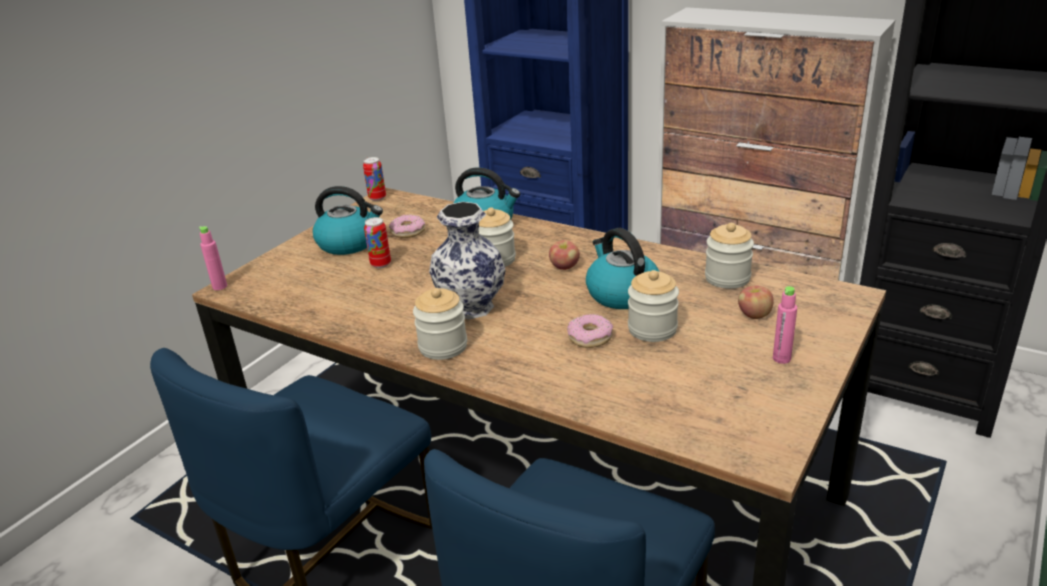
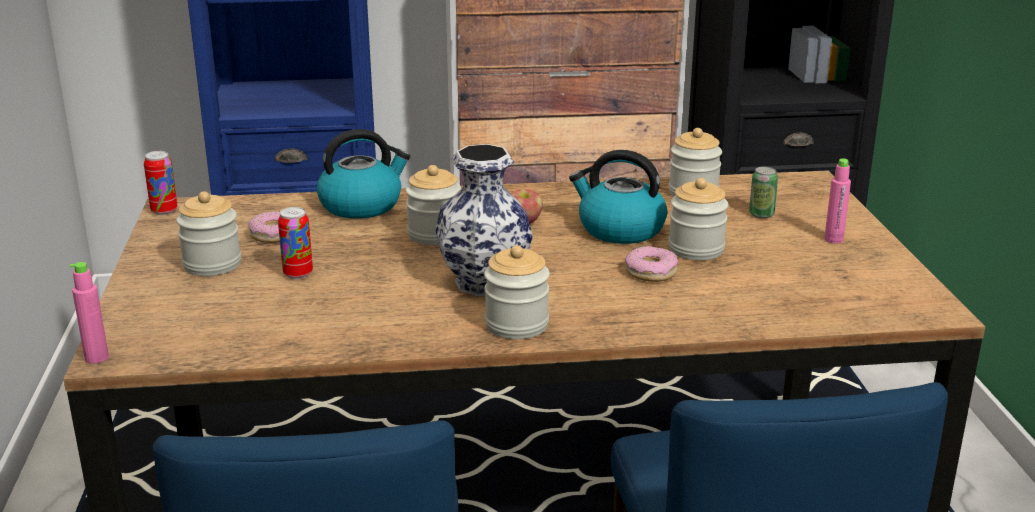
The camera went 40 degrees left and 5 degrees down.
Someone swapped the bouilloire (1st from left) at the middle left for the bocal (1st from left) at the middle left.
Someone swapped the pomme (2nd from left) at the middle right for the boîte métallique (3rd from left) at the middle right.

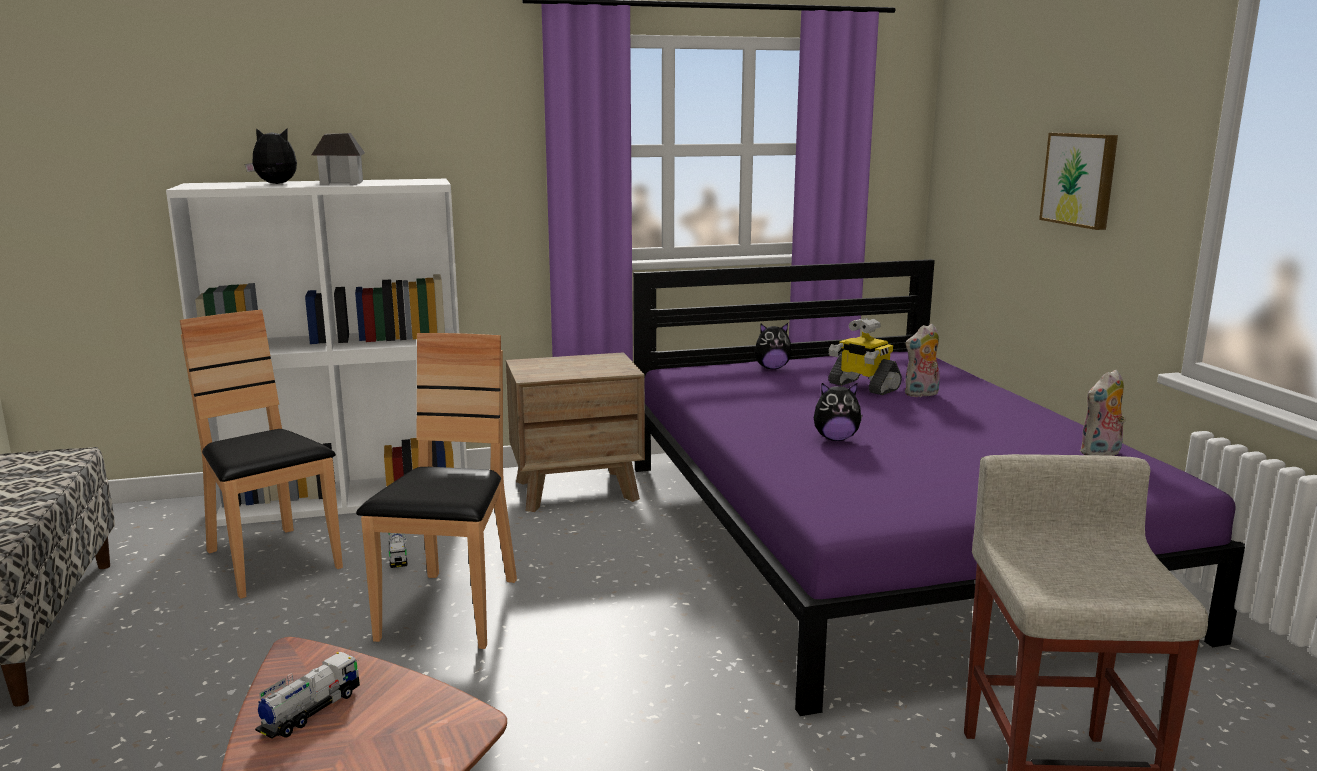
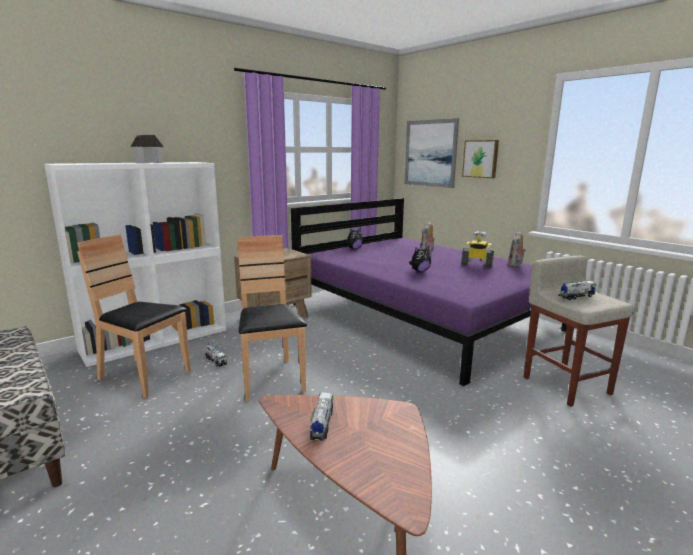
The camera went 25 degrees left and 0 degrees up.
Someone took away the peluche (1st from left) at the top left.
Someone put up the tableau (1st from left) at the top centre.
Someone put down the camion jouet (3rd from left) at the middle right.
Someone carried the robot jouet from the centre to the middle right.

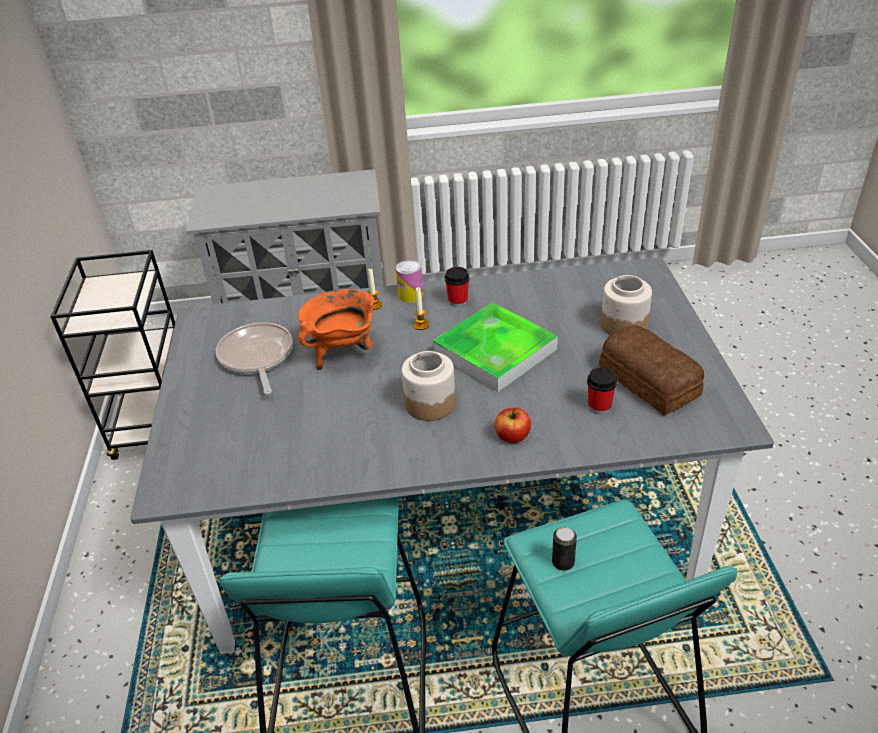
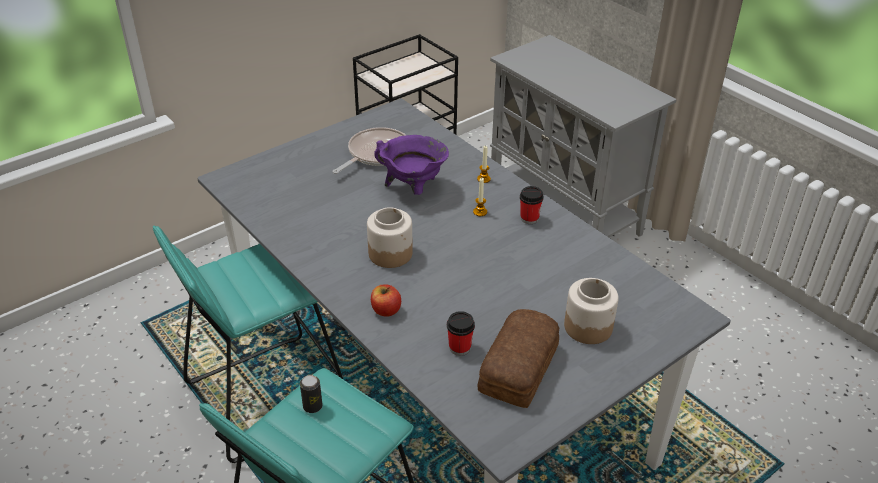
The camera went 55 degrees right and 0 degrees up.
Someone took away the boîte métallique (1st from left) at the centre.
Someone took away the plateau at the centre.
Someone repainted the marmite [orange] at the centre, which became the marmite [violet] at the centre.

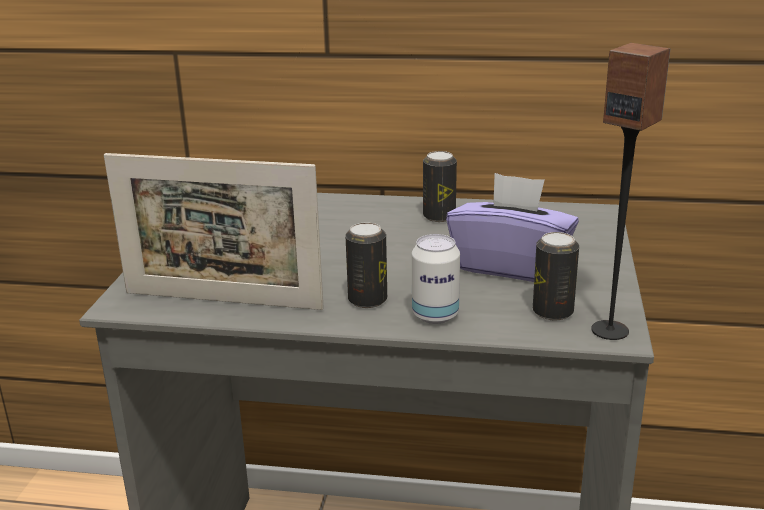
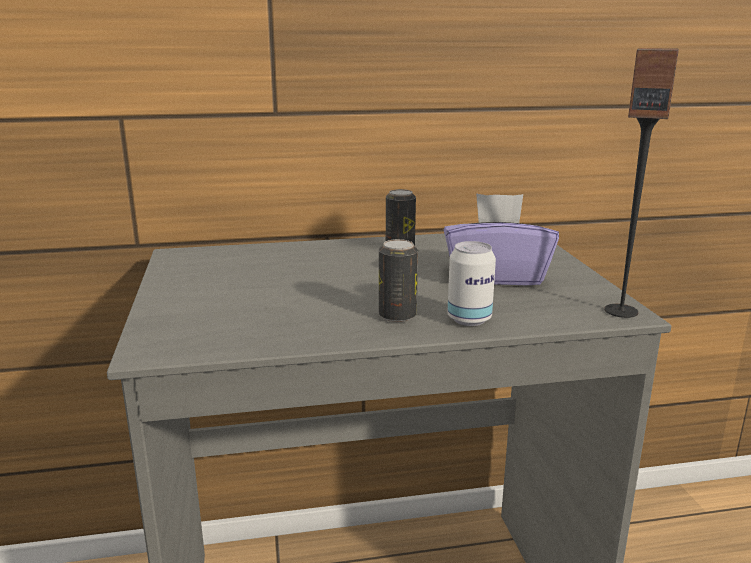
The camera went 20 degrees left and 5 degrees down.
Someone took away the cadre photo at the middle left.
Someone took away the boîte métallique (4th from left) at the middle right.

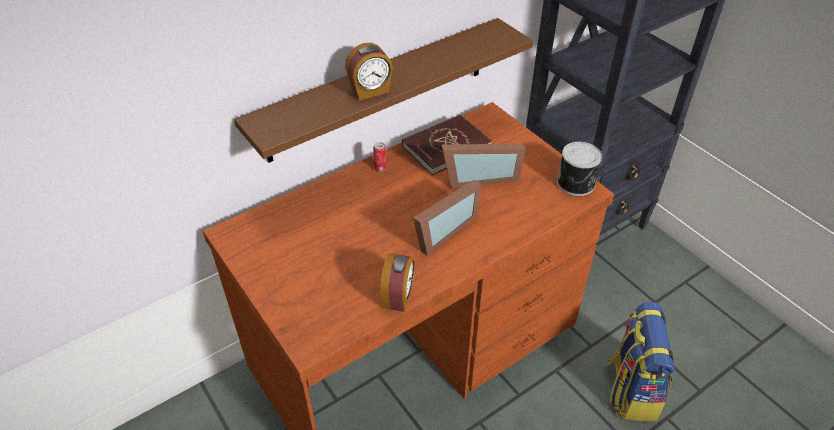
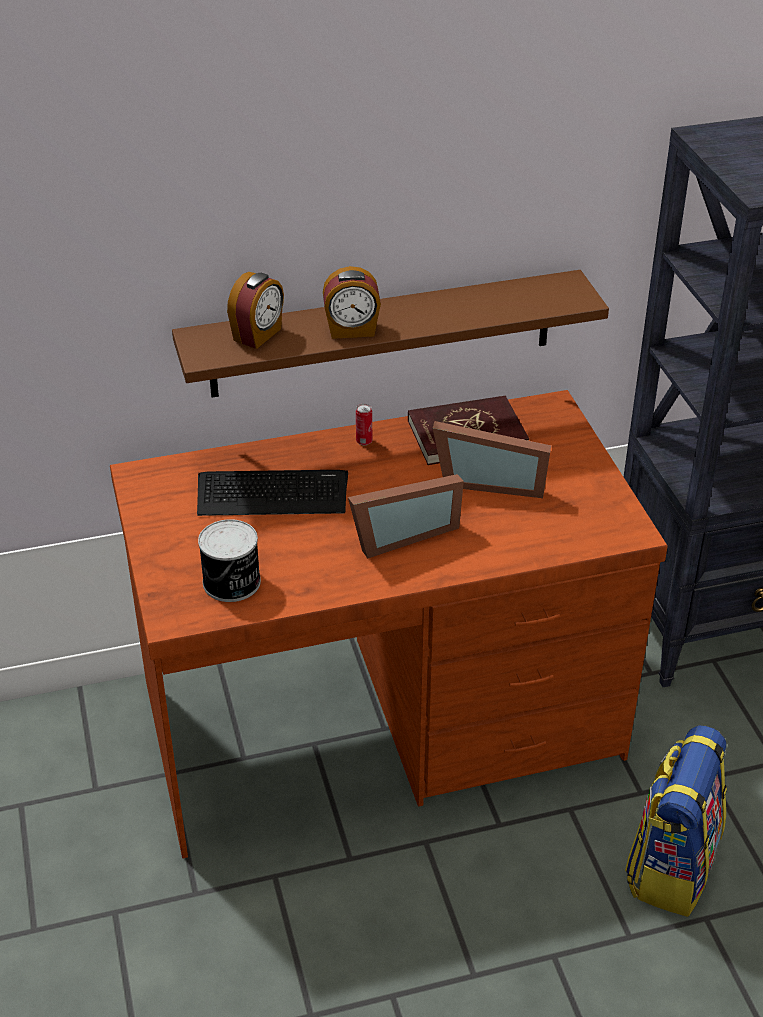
The camera went 20 degrees right and 5 degrees down.
Someone put down the clavier at the centre.
Someone carried the réveil (2nd from left in the first image) from the centre to the top centre.
Someone carried the boîte métallique (2nd from left in the first image) from the middle right to the middle left.

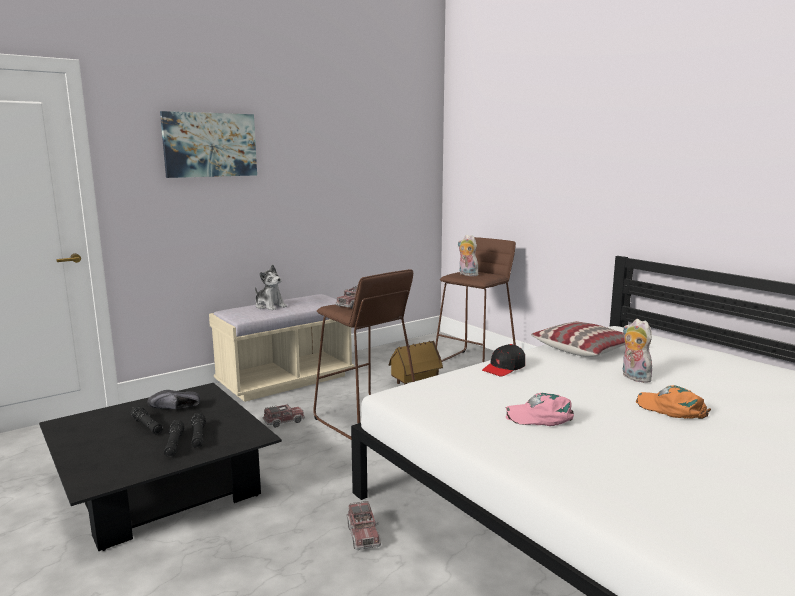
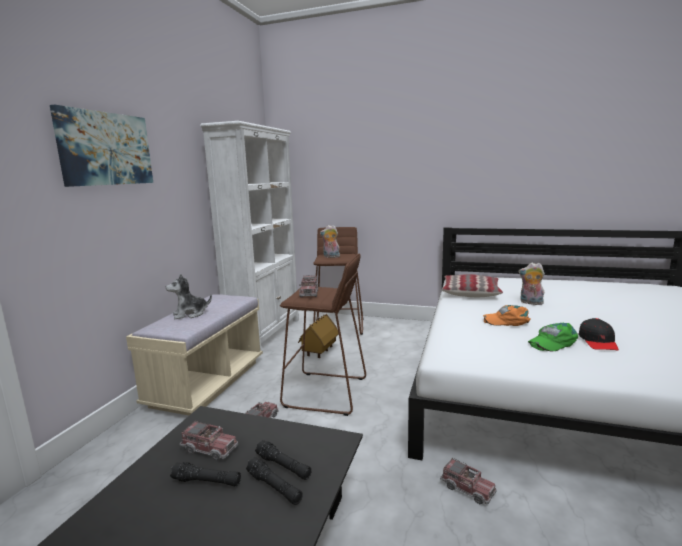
The camera went 35 degrees left and 0 degrees up.
Someone put down the bibliothèque [blanc] at the centre.
Someone carried the casquette [noir] from the centre to the middle right.
Someone carried the casquette [orange] from the bottom right to the middle right.
Someone swapped the chaussure [noir] at the bottom left for the camion jouet (1st from left) at the bottom left.
Someone repainted the casquette [rose] at the bottom right, which became the casquette [vert] at the middle right.
Someone rotated the peluche (1st from left) at the centre by 150 degrees clockwise.

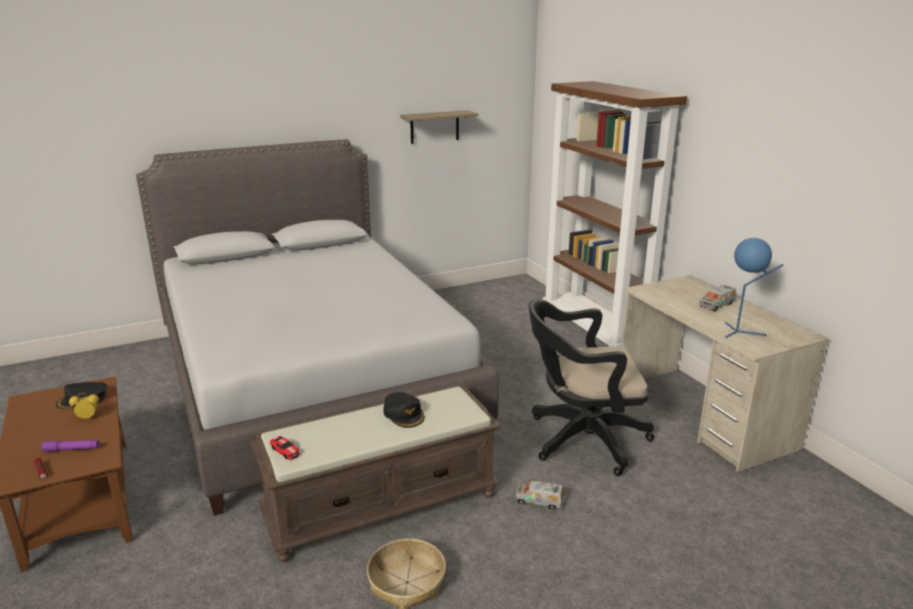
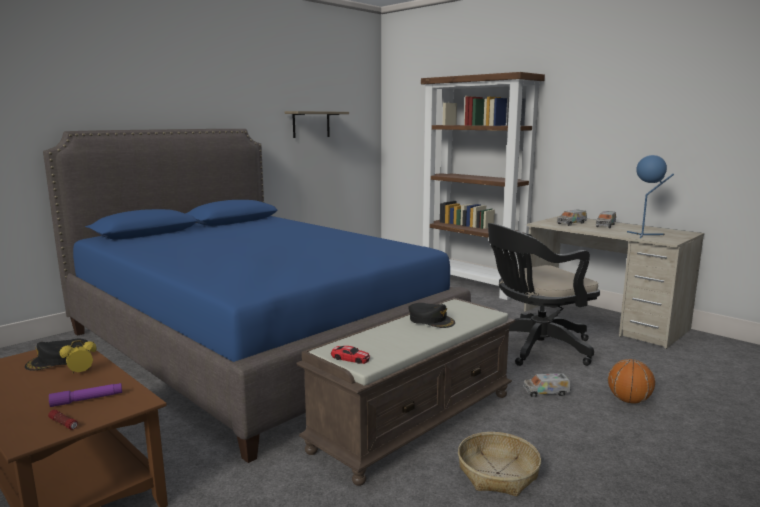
The camera went 20 degrees left and 10 degrees down.
Someone put down the camion jouet (2nd from left) at the middle right.
Someone put down the ballon de basket at the bottom right.
Someone repainted the lit [gris] at the centre, which became the lit [bleu] at the centre.

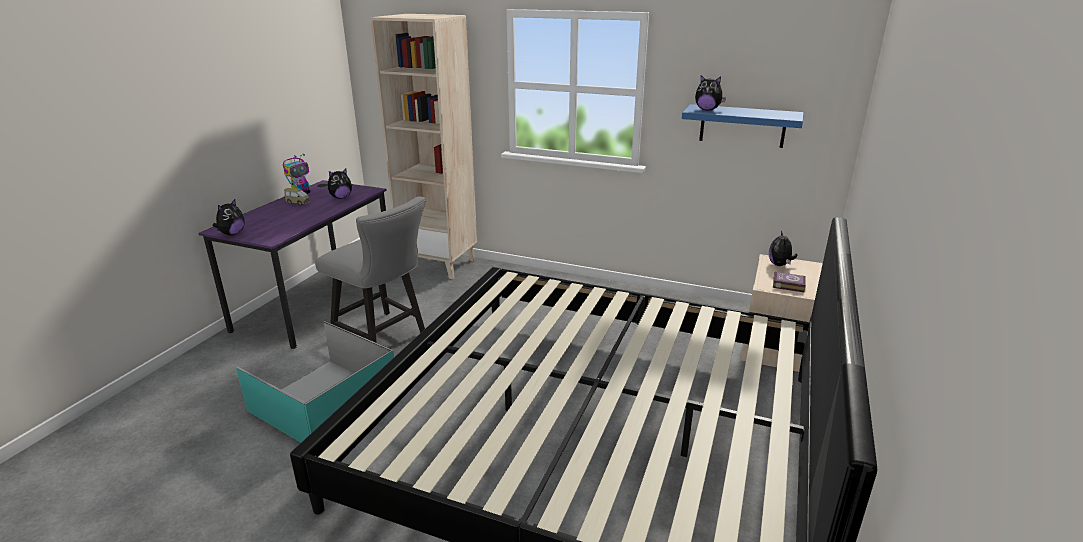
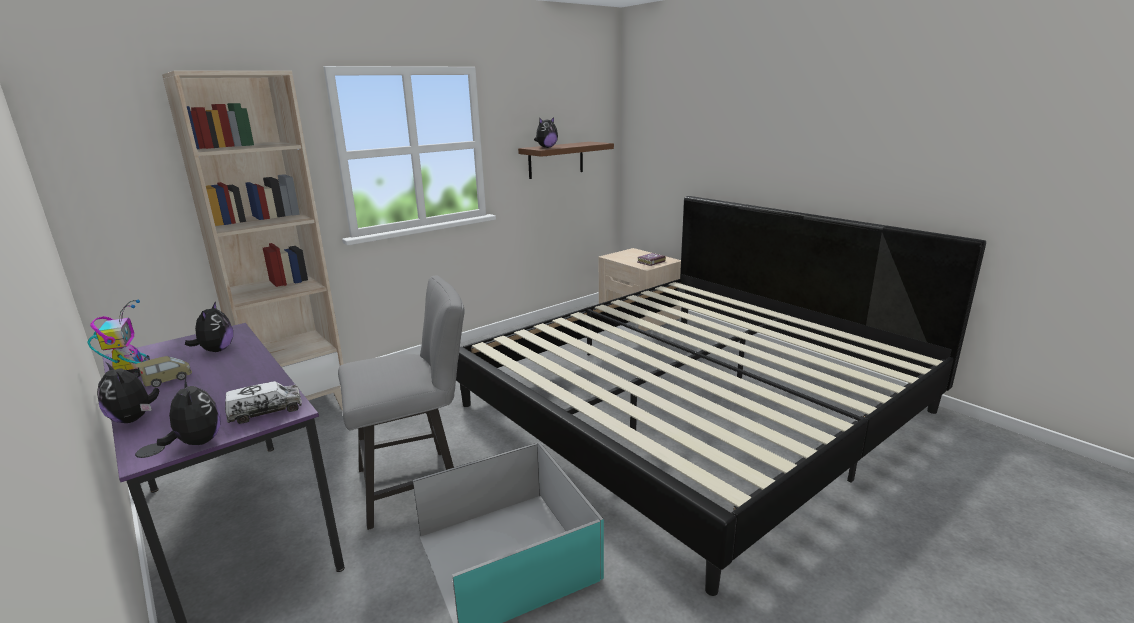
The camera went 60 degrees left and 5 degrees down.
Someone put down the camion jouet at the middle left.
Someone carried the peluche (4th from left in the first image) from the middle right to the middle left.
Someone repainted the étagère [bleu] at the top right, which became the étagère [marron] at the top centre.

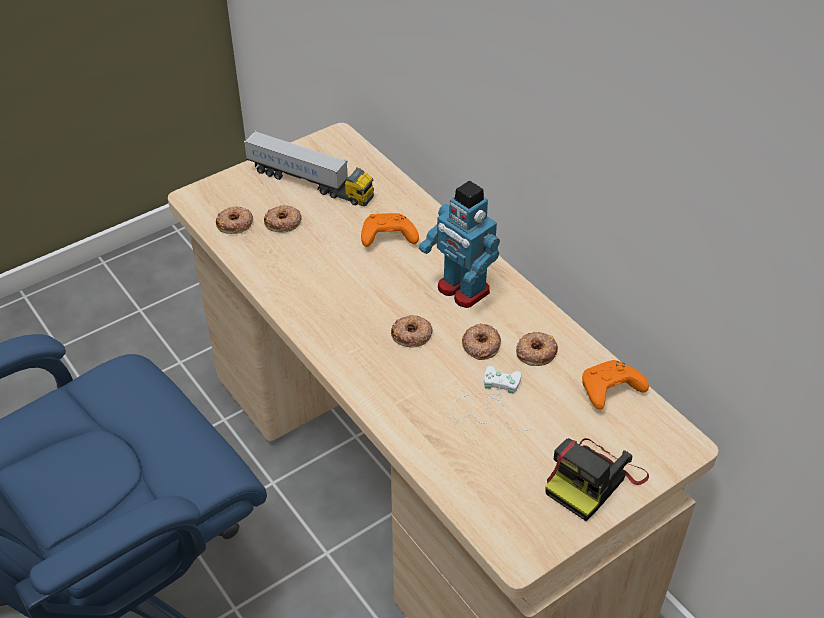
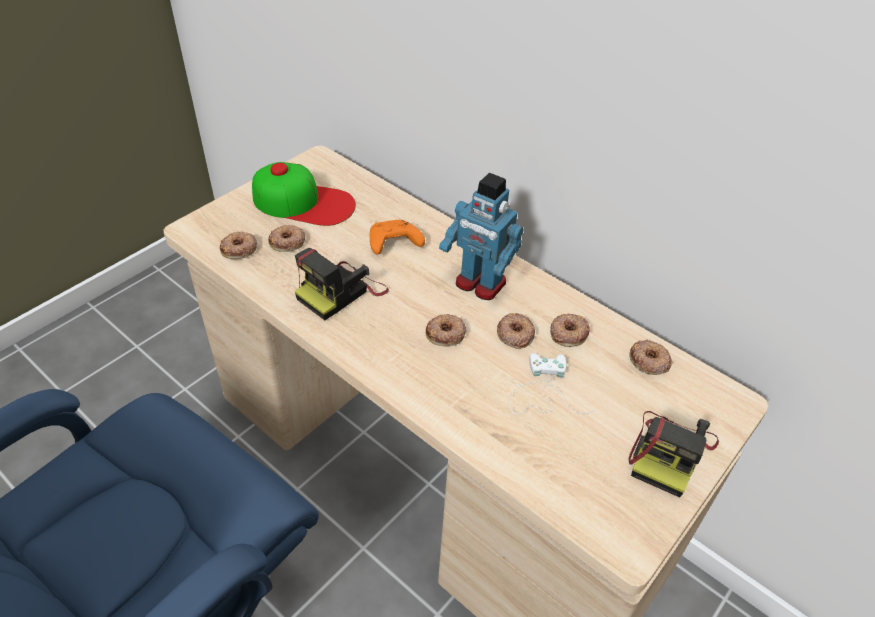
The camera went 15 degrees left and 0 degrees up.
Someone put down the appareil photo (1st from left) at the centre.
Someone swapped the camion jouet at the top centre for the casquette at the top centre.
Someone swapped the manette [orange] (2nd from left) at the middle right for the beignet (6th from left) at the middle right.

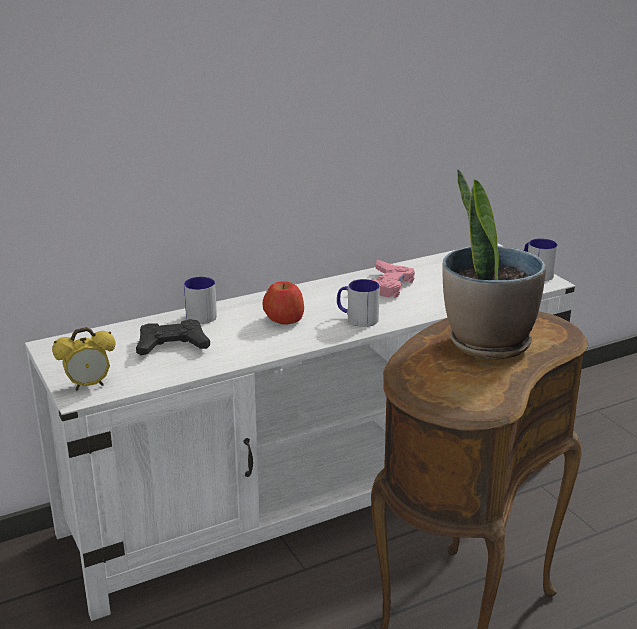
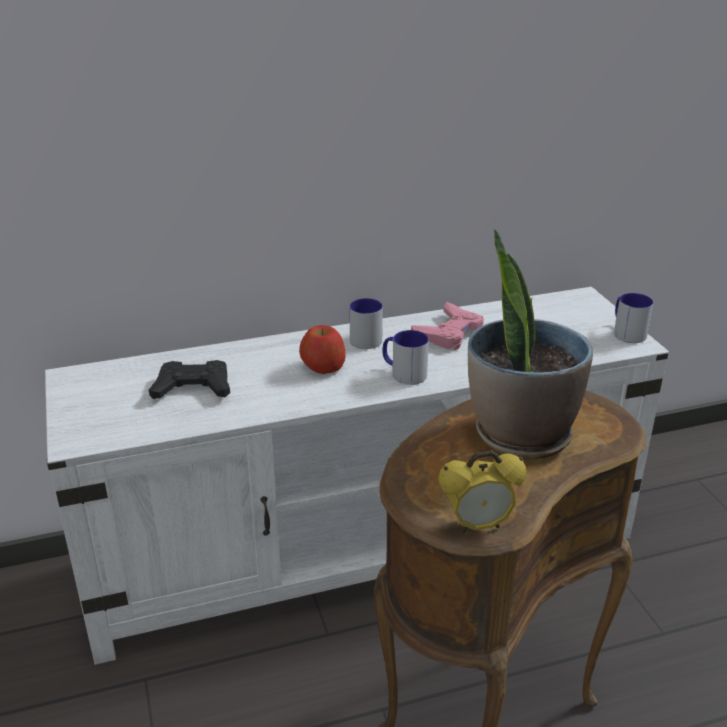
The camera went 10 degrees right and 5 degrees up.
Someone carried the réveil from the middle left to the bottom centre.
Someone carried the mug (1st from left) from the middle left to the centre.

